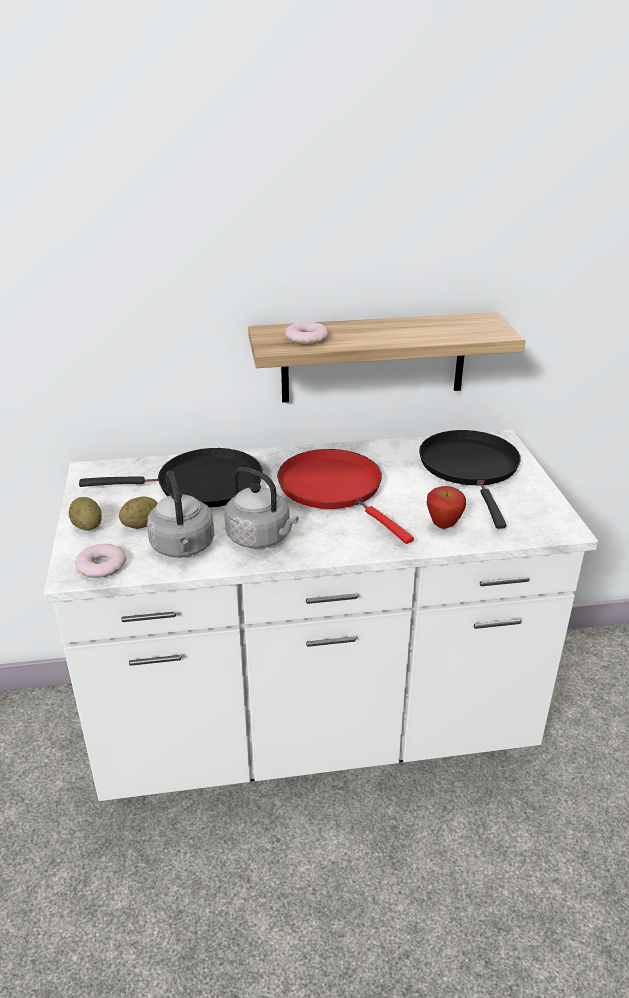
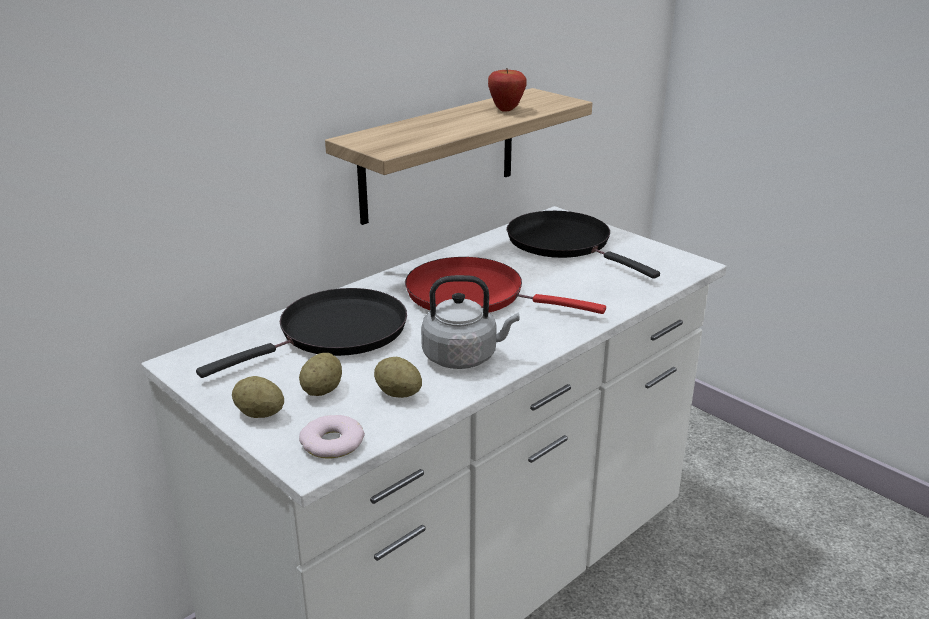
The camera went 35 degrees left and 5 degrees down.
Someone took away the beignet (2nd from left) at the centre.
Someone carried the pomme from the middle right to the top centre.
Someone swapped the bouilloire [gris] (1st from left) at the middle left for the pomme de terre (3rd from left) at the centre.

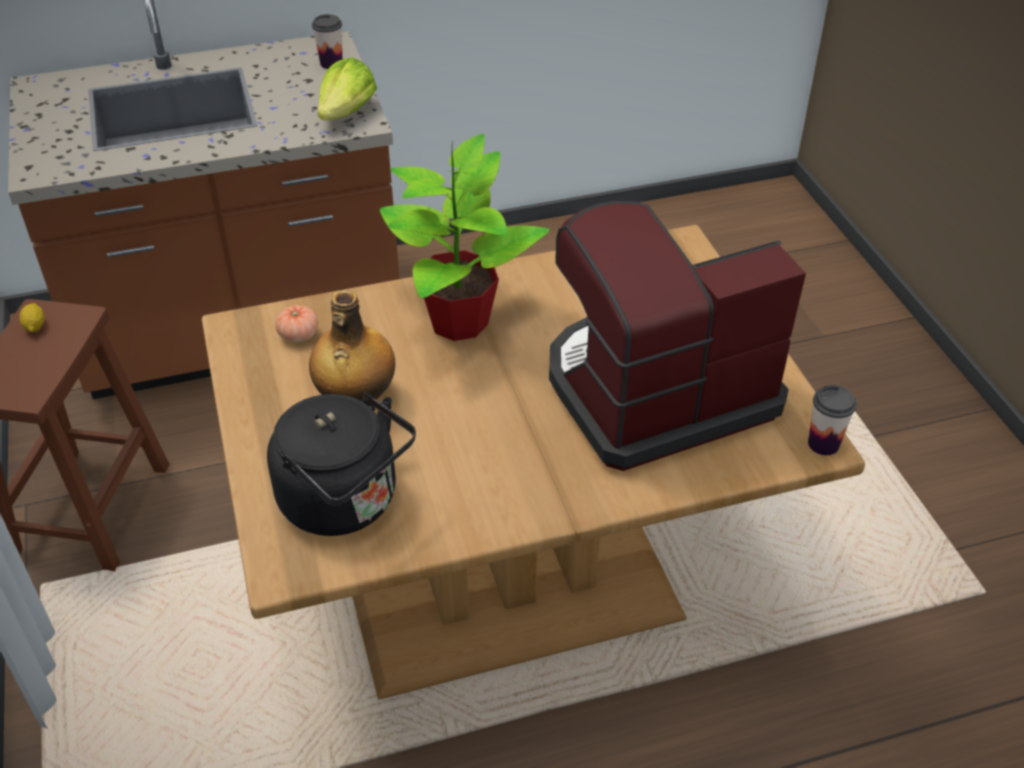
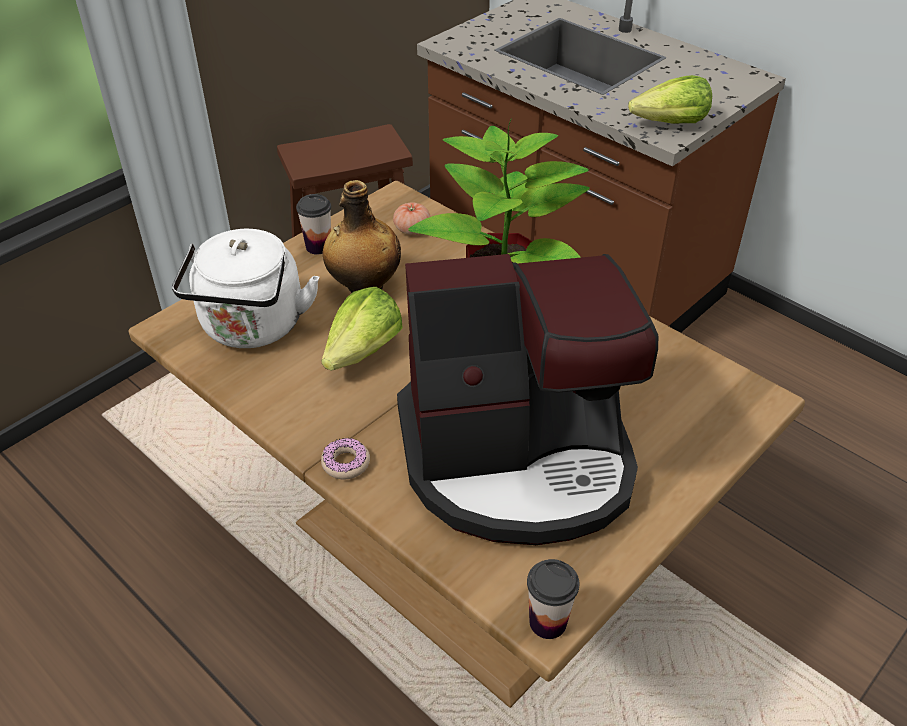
The camera went 60 degrees right and 0 degrees up.
Someone took away the citron at the middle left.
Someone put down the laitue (1st from left) at the centre.
Someone put down the beignet at the centre.
Someone carried the tasse (1st from left) from the top left to the top centre.
Someone repainted the bouilloire [noir] at the middle left, which became the bouilloire [blanc] at the middle left.
Someone rotated the machine à café at the centre by 135 degrees clockwise.

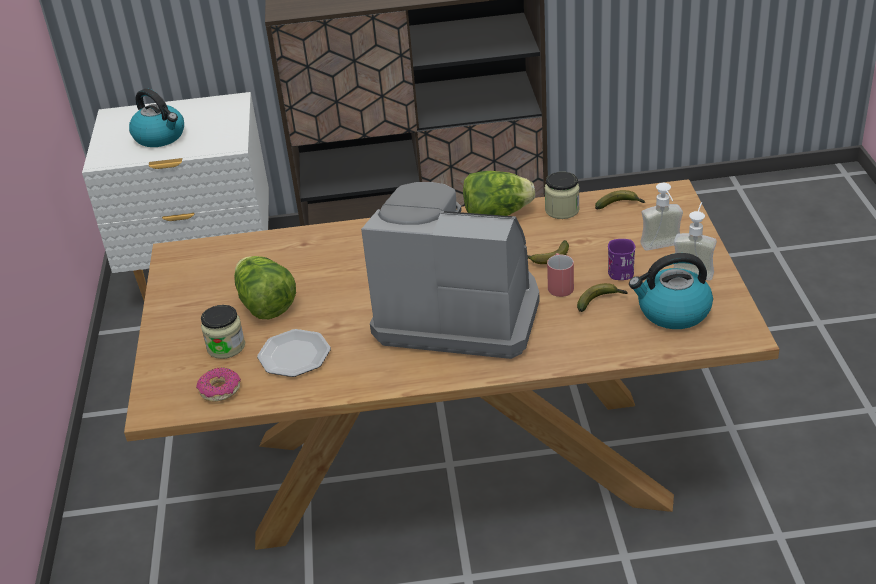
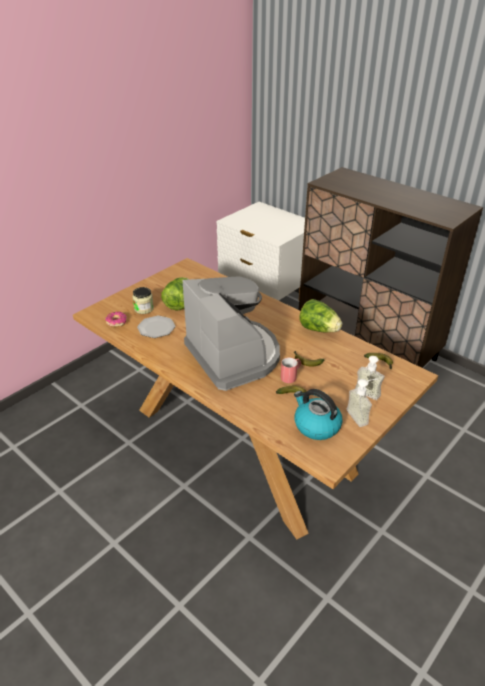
The camera went 45 degrees right and 0 degrees up.
Someone took away the bouilloire (1st from left) at the top left.
Someone took away the bocal (2nd from left) at the centre.
Someone took away the mug [violet] at the middle right.

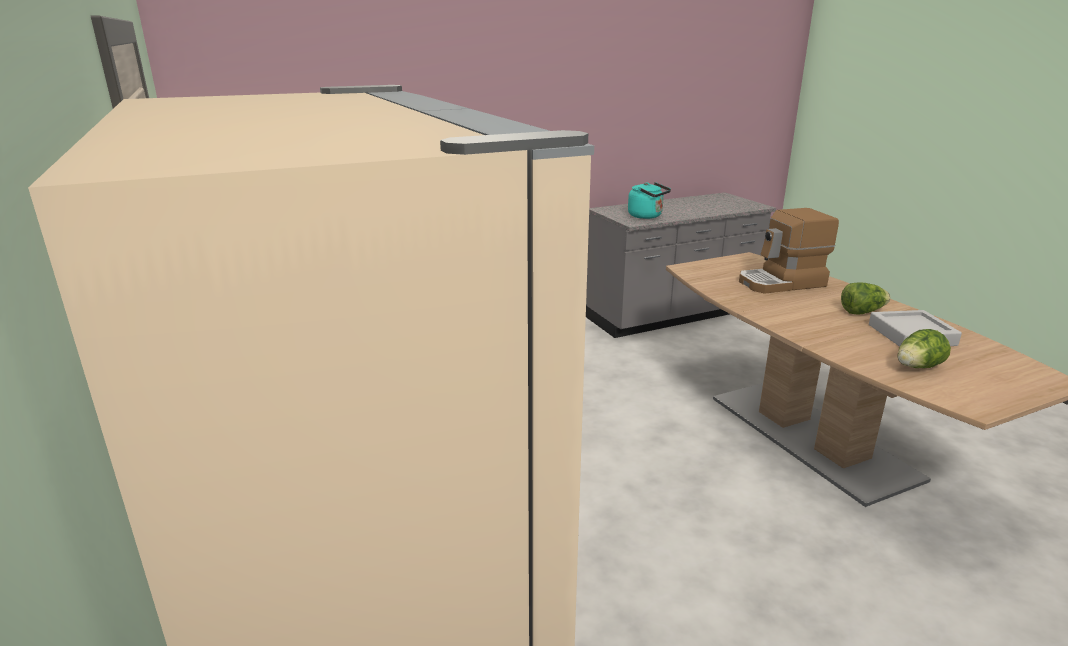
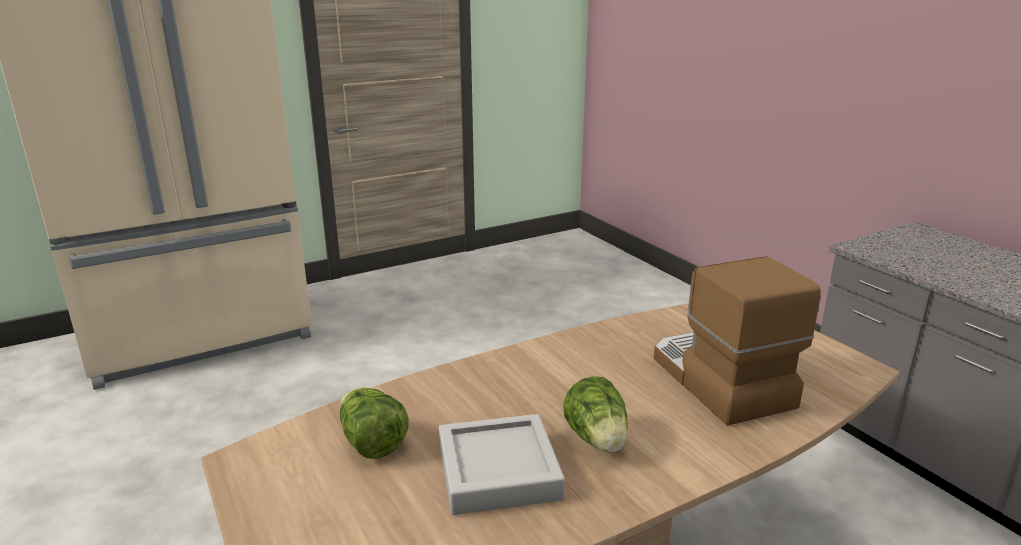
The camera went 85 degrees right and 0 degrees up.
Someone took away the bouilloire [turquoise] at the top centre.

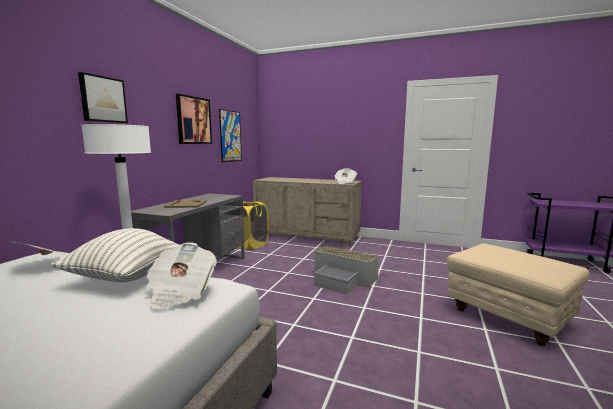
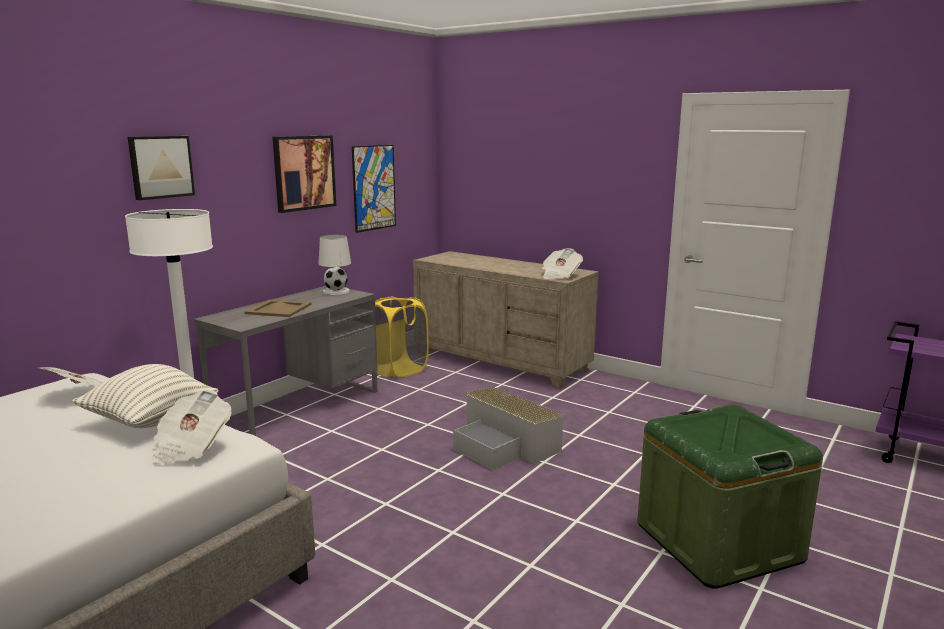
The camera went 15 degrees right and 5 degrees up.
Someone put down the lampe de table [blanc] at the centre.
Someone swapped the pouf [beige] at the bottom right for the boîte de rangement [vert] at the bottom right.

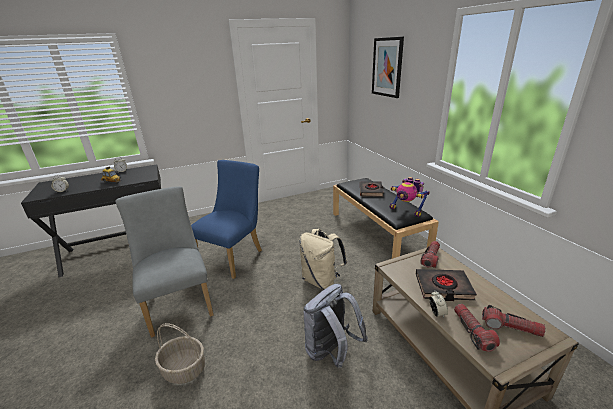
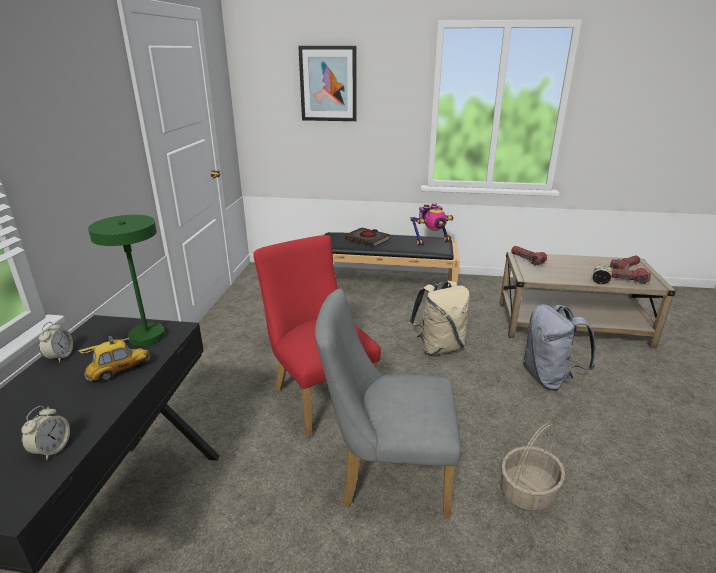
The camera went 60 degrees left and 0 degrees up.
Someone took away the livre [noir] (2nd from left) at the bottom right.
Someone put down the lampe de table [vert] at the middle left.
Someone repainted the chaise [bleu] at the centre, which became the chaise [rouge] at the centre.

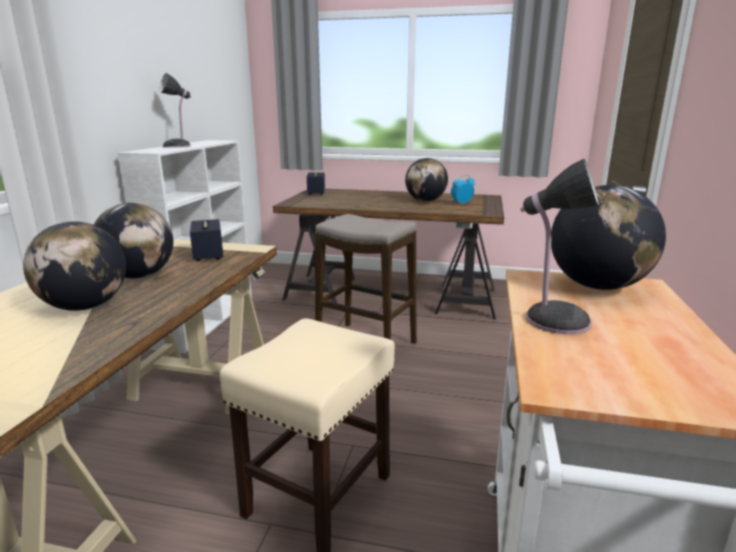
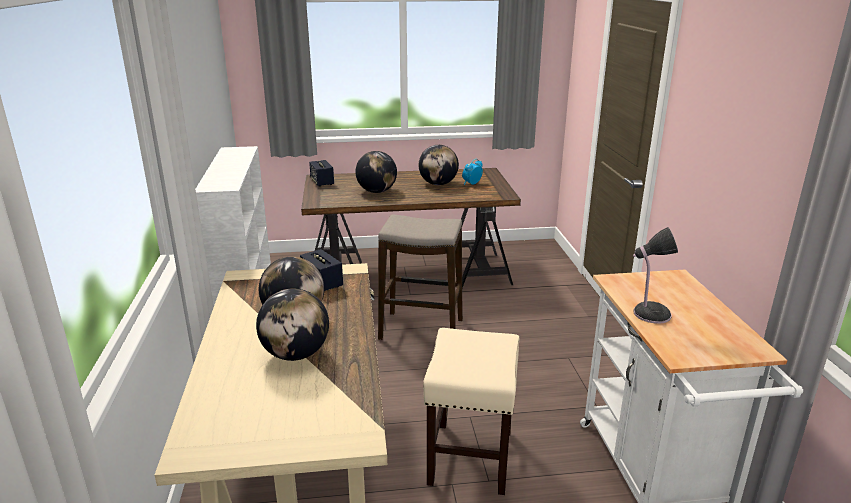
The camera went 20 degrees left and 5 degrees up.
Someone took away the lampe de table (1st from left) at the top left.
Someone carried the globe (4th from left in the first image) from the middle right to the centre.

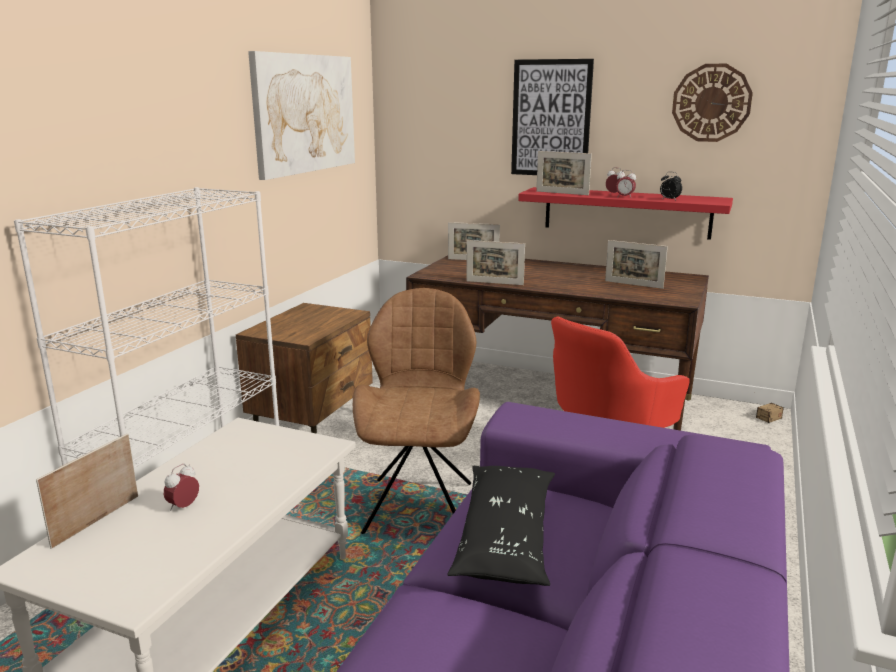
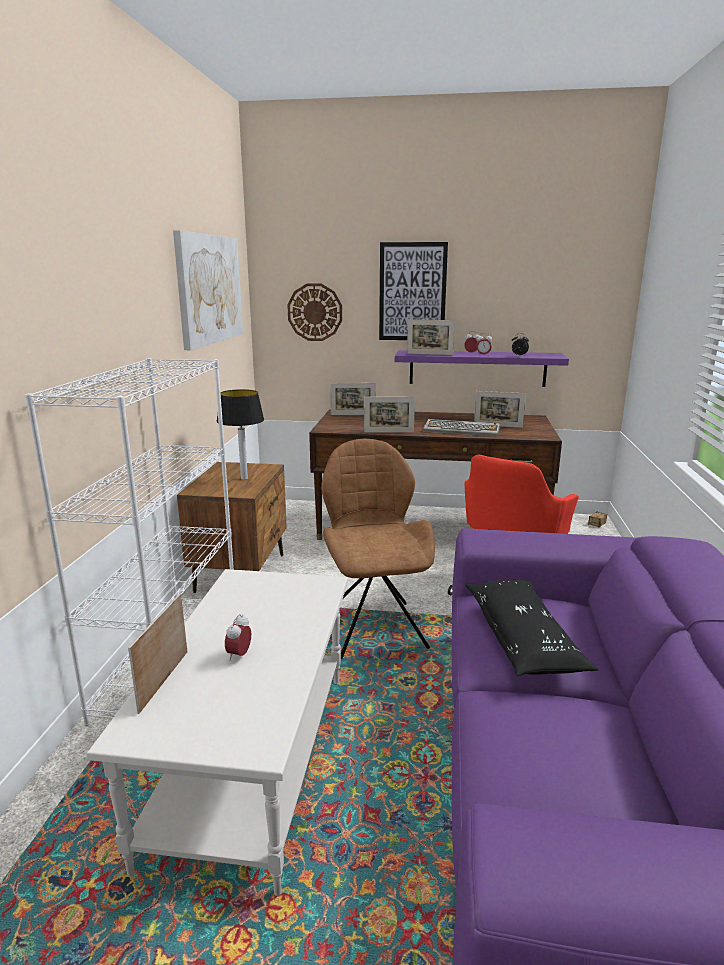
The camera went 15 degrees left and 0 degrees up.
Someone put down the lampe de table at the middle left.
Someone put down the clavier at the centre.
Someone carried the horloge murale from the top right to the top centre.
Someone repainted the étagère [rouge] at the top right, which became the étagère [violet] at the centre.

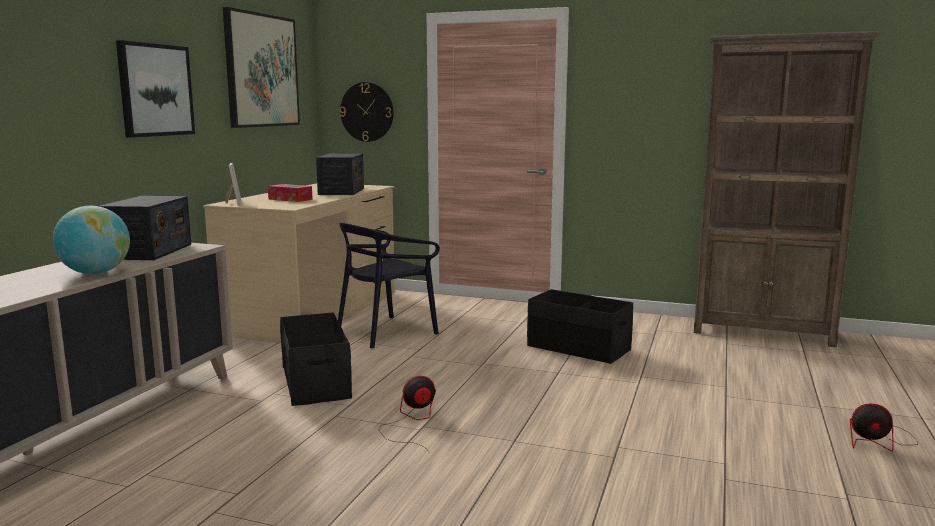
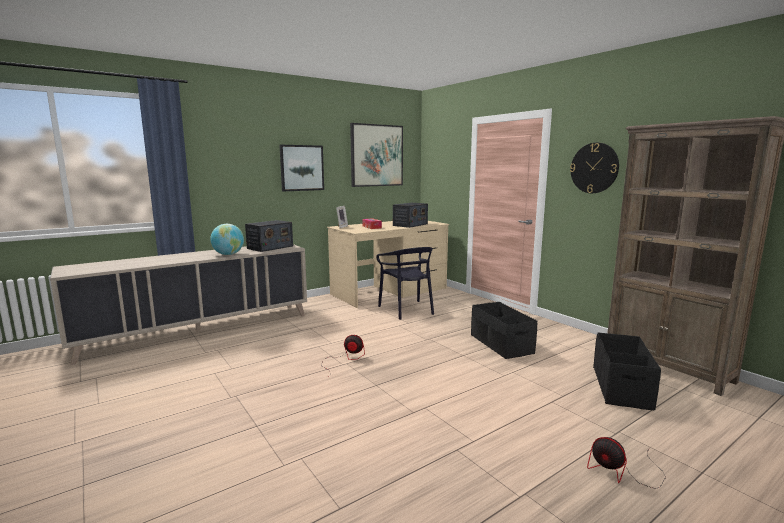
The camera went 35 degrees right and 0 degrees up.
Someone carried the boîte de rangement [noir] (1st from left in the first image) from the bottom centre to the bottom right.
Someone carried the horloge murale from the top centre to the top right.
Someone rotated the chaise [noir] at the centre by 105 degrees counterclockwise.

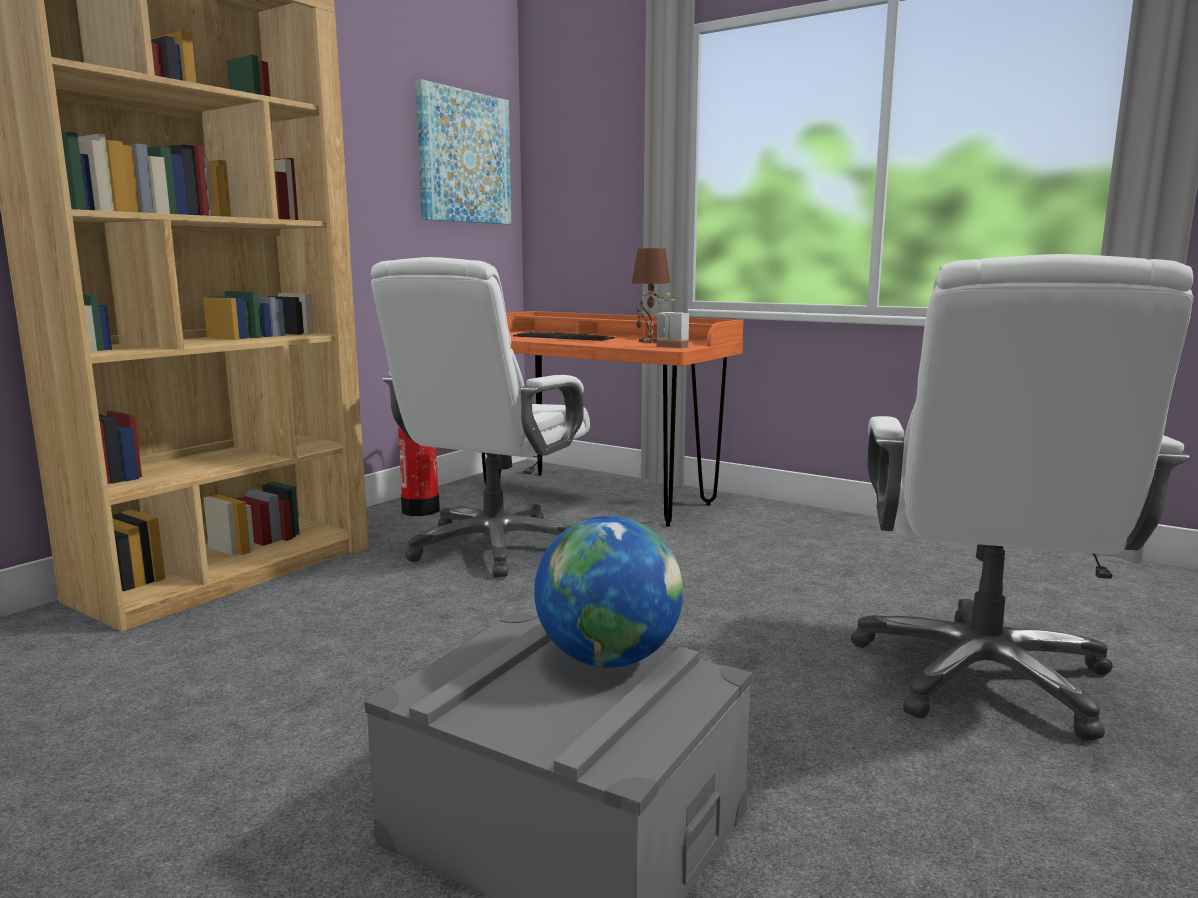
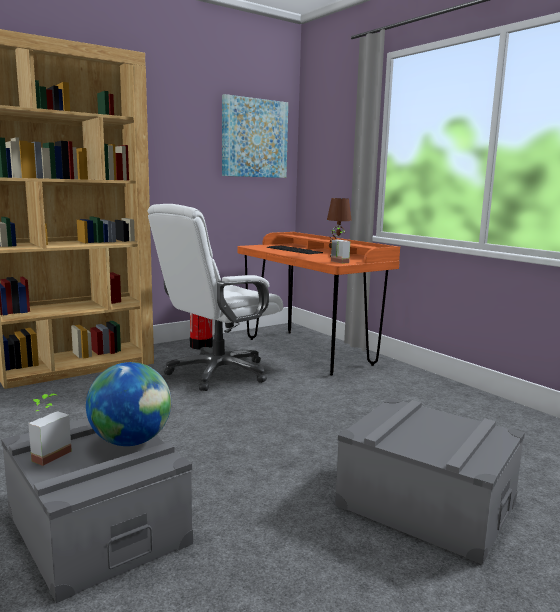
The camera went 20 degrees right and 0 degrees up.
Someone put down the plante en pot (1st from left) at the bottom left.
Someone swapped the chaise de bureau [blanc] (2nd from left) at the middle right for the boîte de rangement [gris] (2nd from left) at the bottom right.

